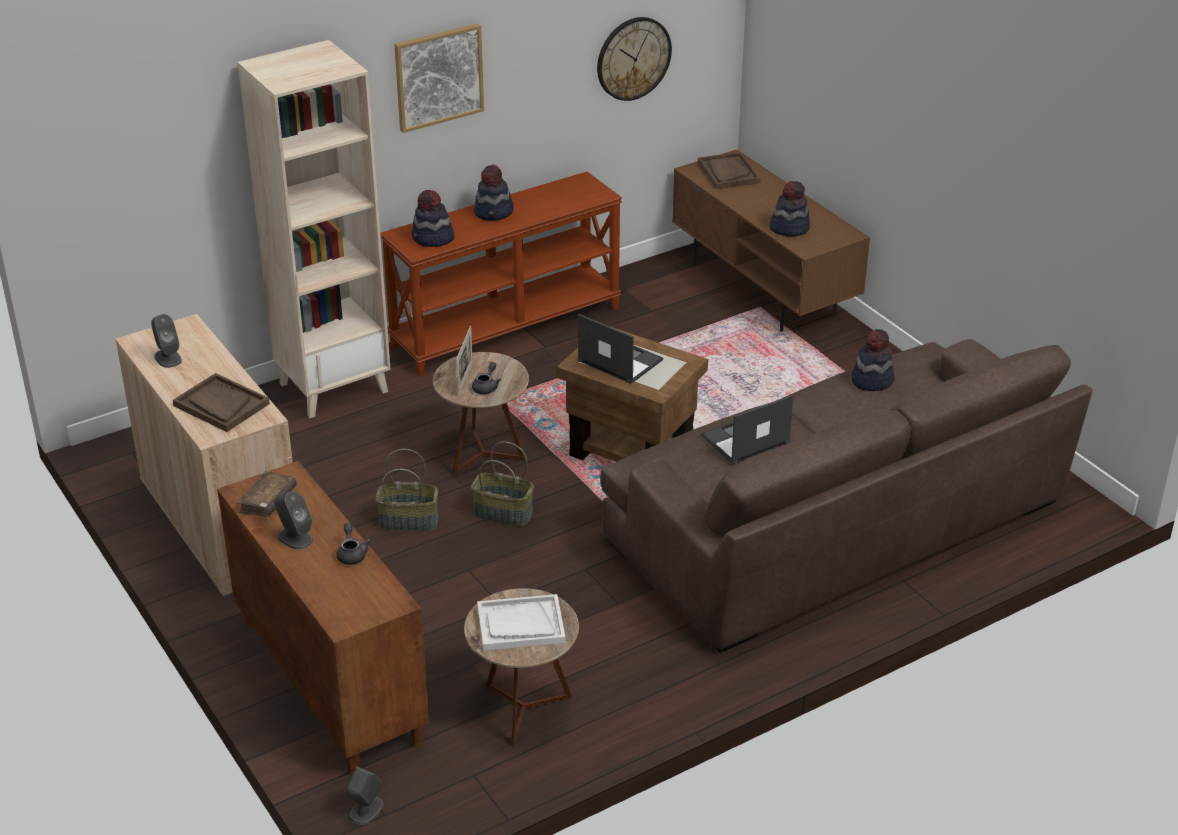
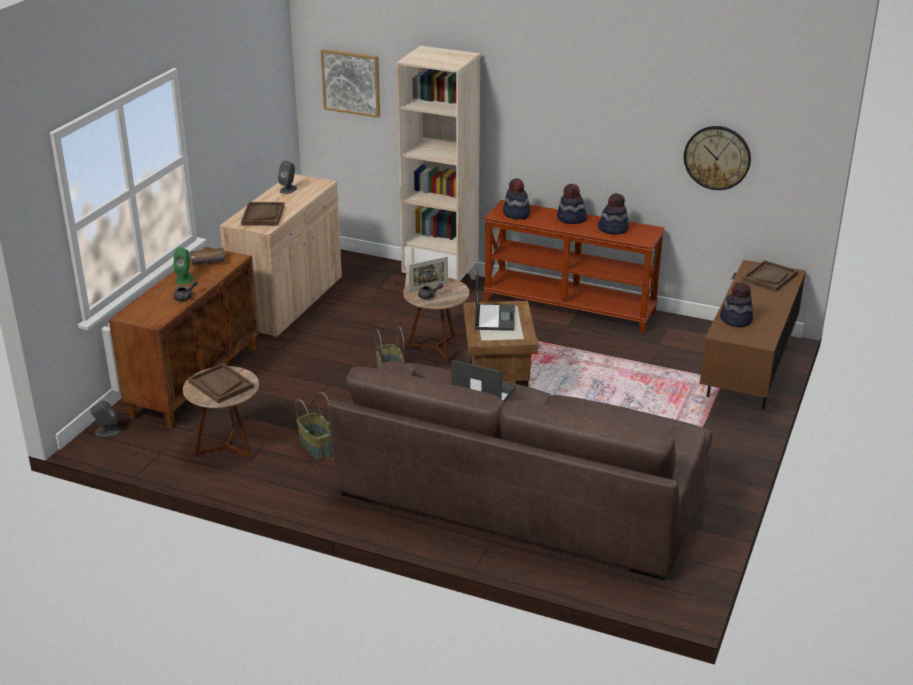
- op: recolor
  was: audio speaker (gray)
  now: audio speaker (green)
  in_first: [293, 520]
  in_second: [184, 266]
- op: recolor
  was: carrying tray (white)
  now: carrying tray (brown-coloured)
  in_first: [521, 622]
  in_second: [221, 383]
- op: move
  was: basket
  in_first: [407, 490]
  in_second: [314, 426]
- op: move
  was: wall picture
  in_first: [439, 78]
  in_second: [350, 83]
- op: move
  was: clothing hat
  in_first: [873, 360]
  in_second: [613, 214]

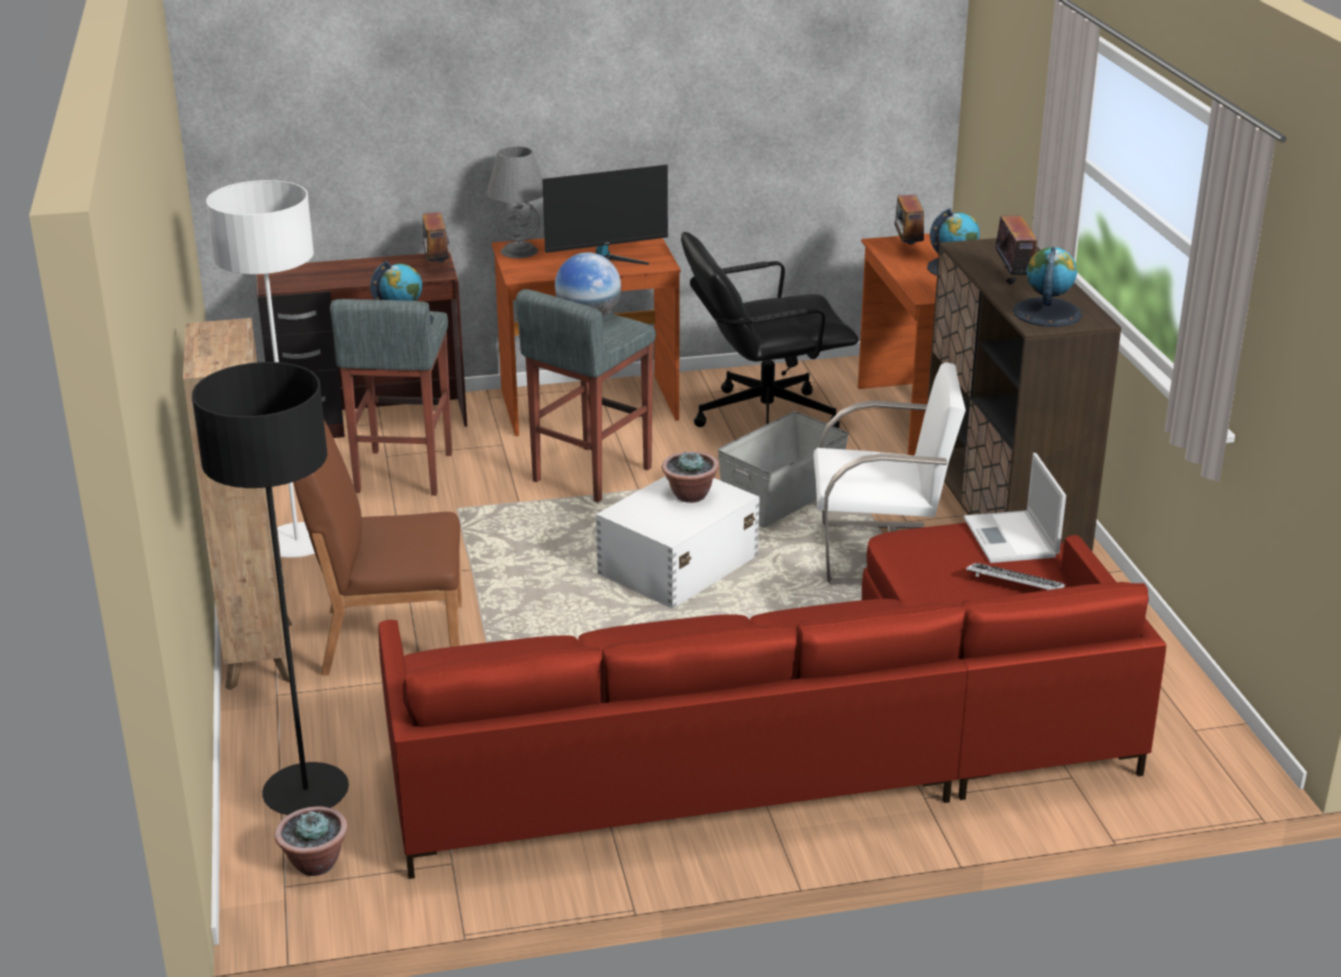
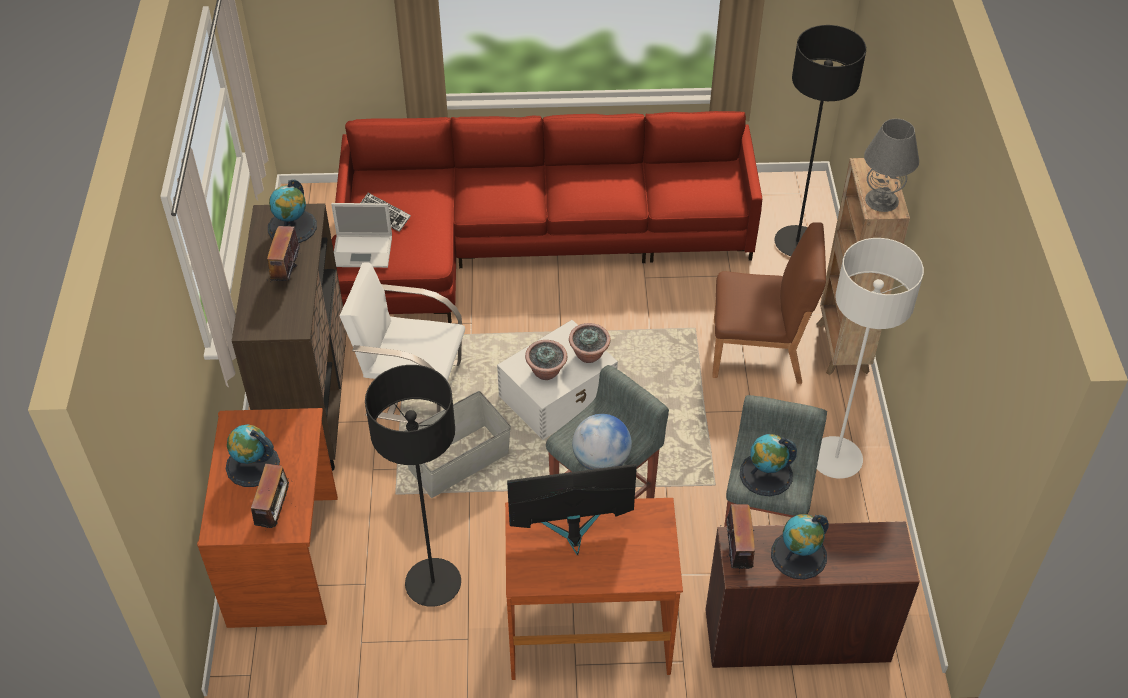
- op: rotate
  was: laptop
  in_first: [1014, 508]
  in_second: [361, 235]
  clockwise: 90
- op: replace
  was: desk chair (black)
  now: standing lamp (black)
  in_first: [769, 330]
  in_second: [413, 486]
- op: move
  was: plant in a pot
  in_first: [311, 841]
  in_second: [589, 343]
- op: insert
  now: world globe
  in_second: [800, 546]
- op: move
  was: tabletop lamp (gray)
  in_first: [515, 202]
  in_second: [891, 165]

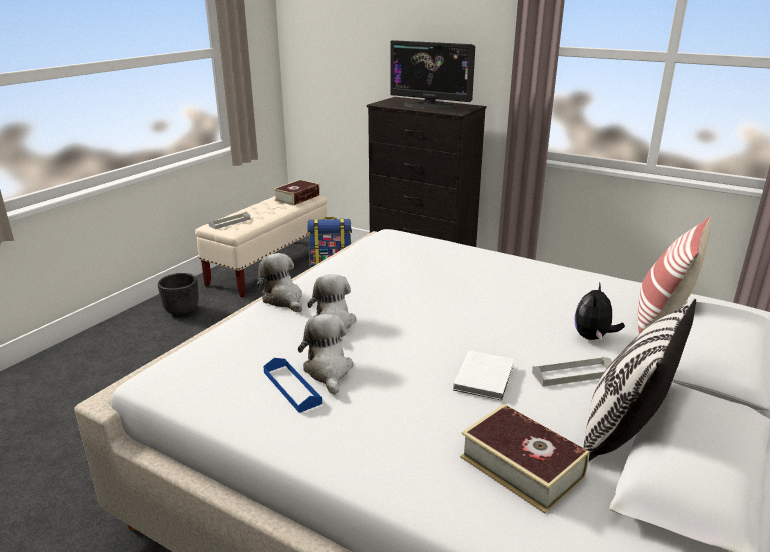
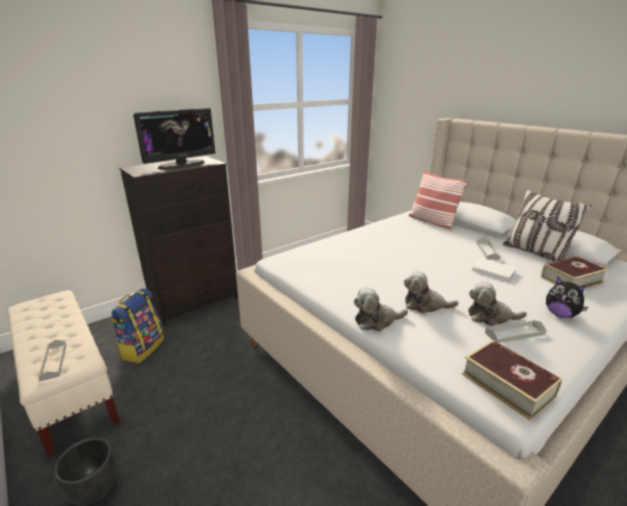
- op: move
  was: volume
  in_first: [296, 193]
  in_second: [512, 380]
- op: recolor
  was: carrying tray (blue)
  now: carrying tray (gray)
  in_first: [292, 385]
  in_second: [515, 331]
- op: move
  was: plush toy
  in_first: [600, 311]
  in_second: [567, 297]

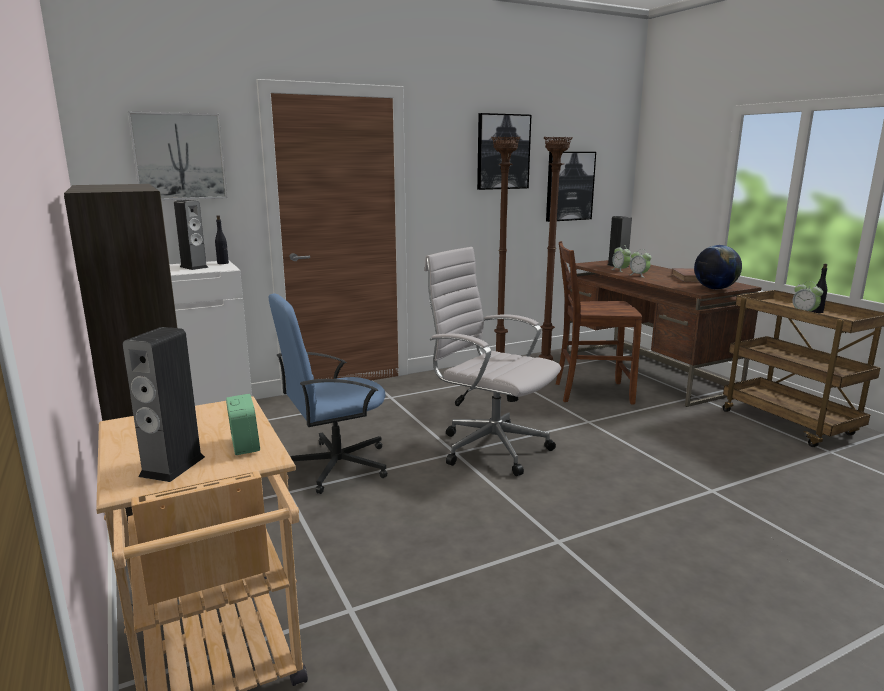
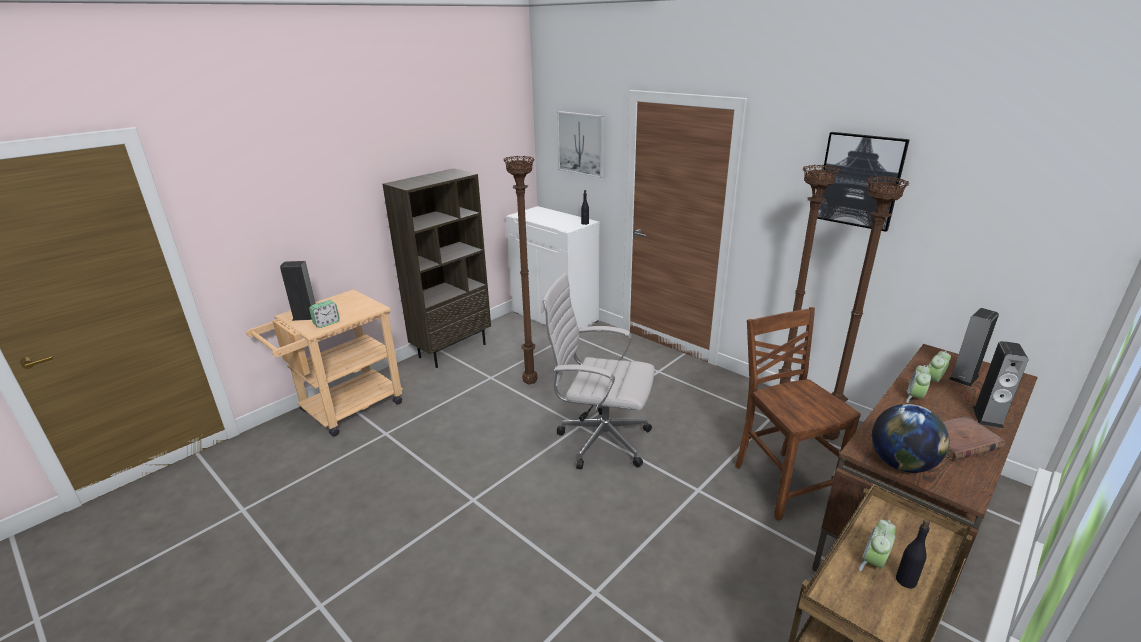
- op: replace
  was: desk chair (blue)
  now: standing lamp (brown-coloured)
  in_first: [328, 393]
  in_second: [520, 270]
- op: rotate
  was: desk chair (white)
  in_first: [492, 361]
  in_second: [598, 371]
  clockwise: -90
- op: move
  was: audio speaker
  in_first: [191, 235]
  in_second: [1001, 385]
- op: delete
  was: wall picture
  in_first: [571, 187]

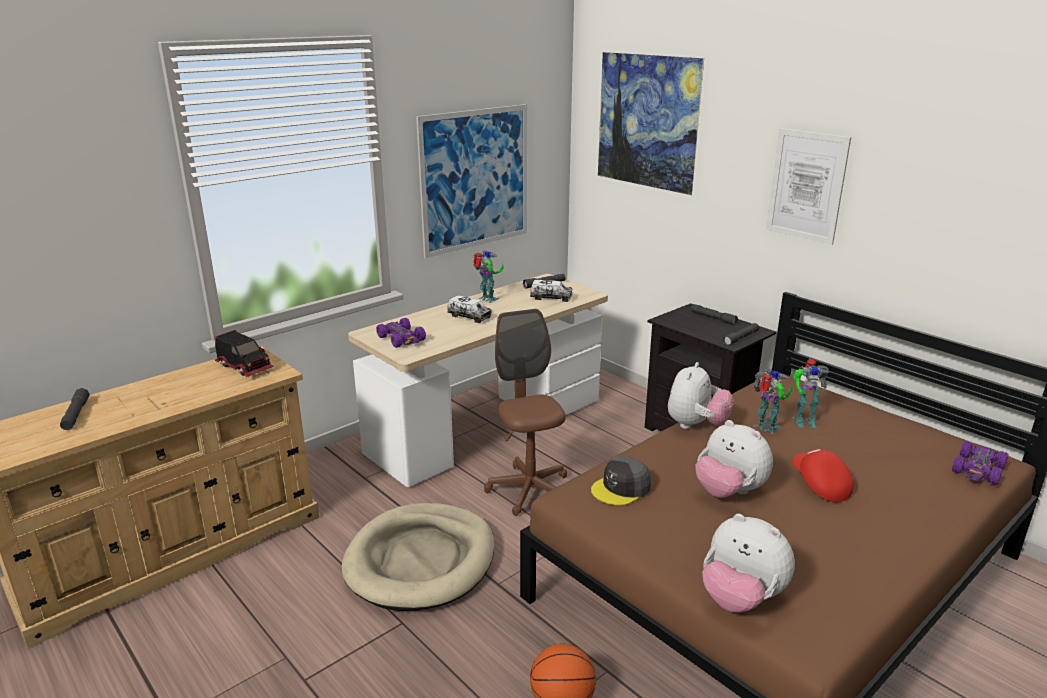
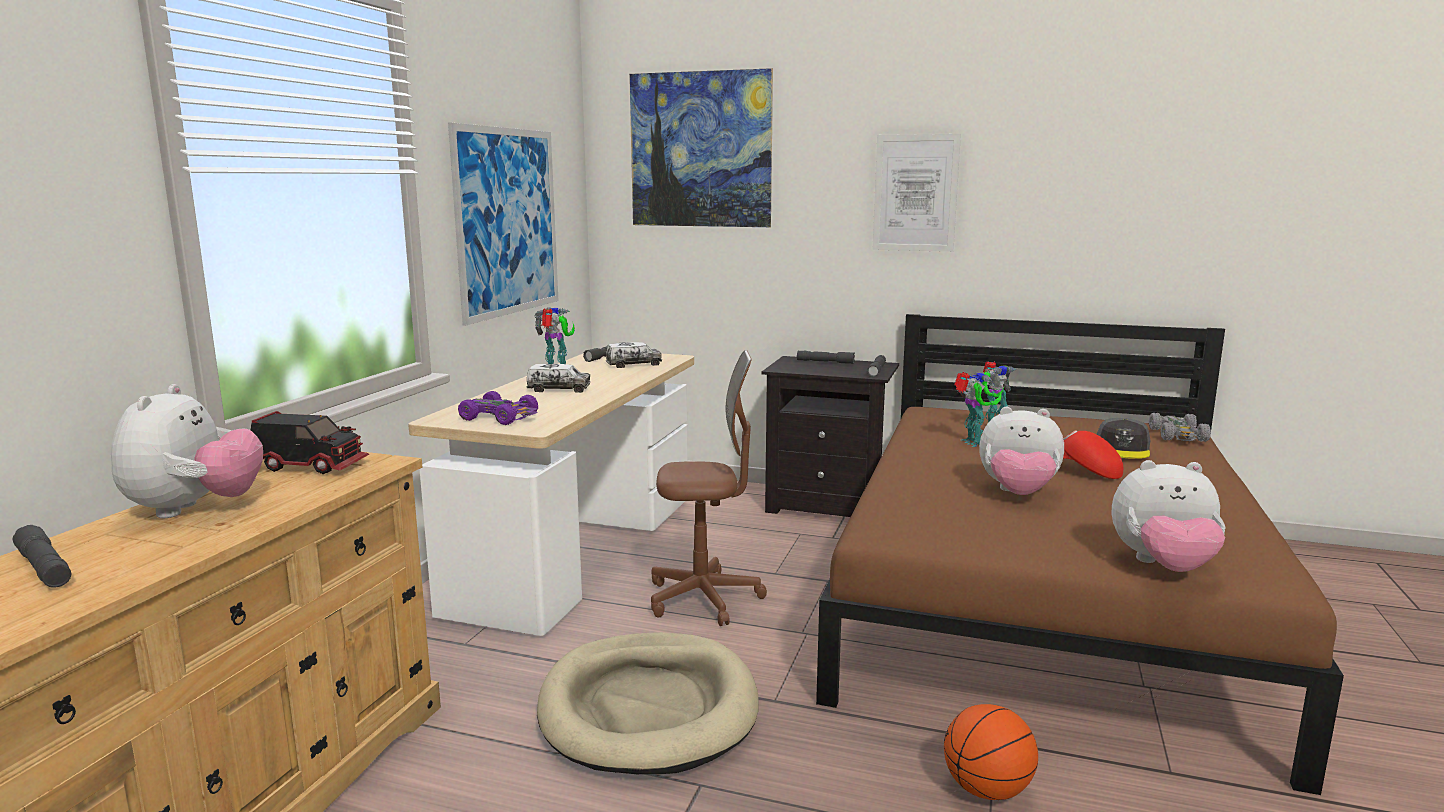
- op: move
  was: plush toy
  in_first: [701, 395]
  in_second: [187, 451]
- op: rotate
  was: desk chair (brown-coloured)
  in_first: [525, 412]
  in_second: [709, 488]
  clockwise: 135
- op: rotate
  was: model robot
  in_first: [773, 401]
  in_second: [978, 409]
  clockwise: 60
- op: move
  was: cap (gray)
  in_first: [621, 480]
  in_second: [1123, 438]
- op: recolor
  was: miniature car (purple)
  now: miniature car (gray)
  in_first: [980, 463]
  in_second: [1180, 427]

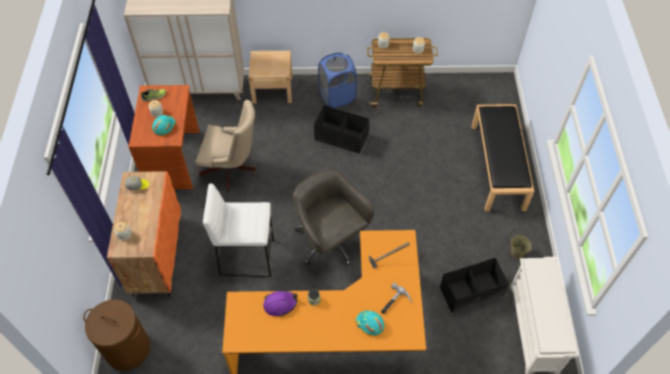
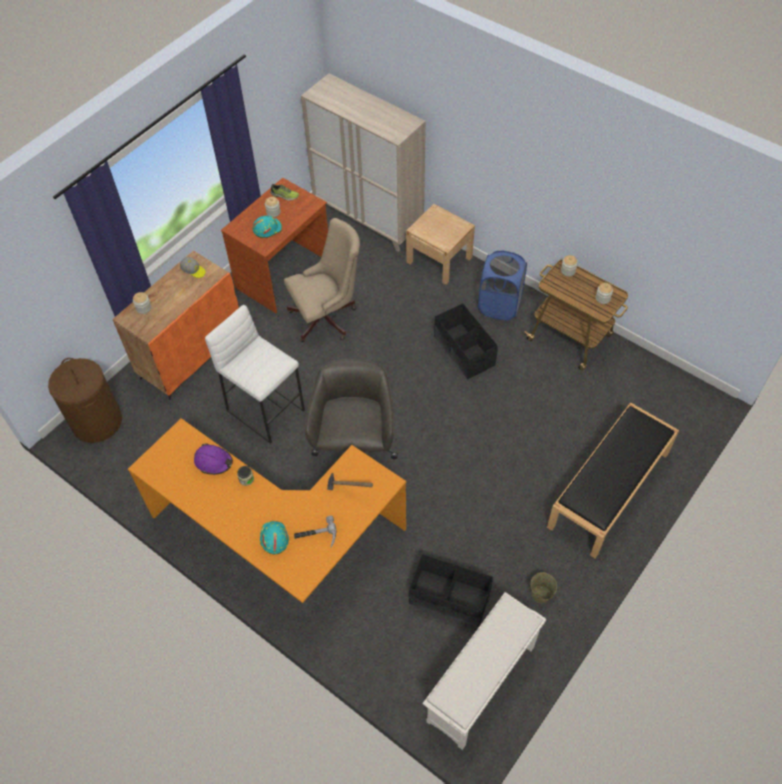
- op: rotate
  was: desk chair (sand-coloured)
  in_first: [225, 146]
  in_second: [322, 280]
  clockwise: -75

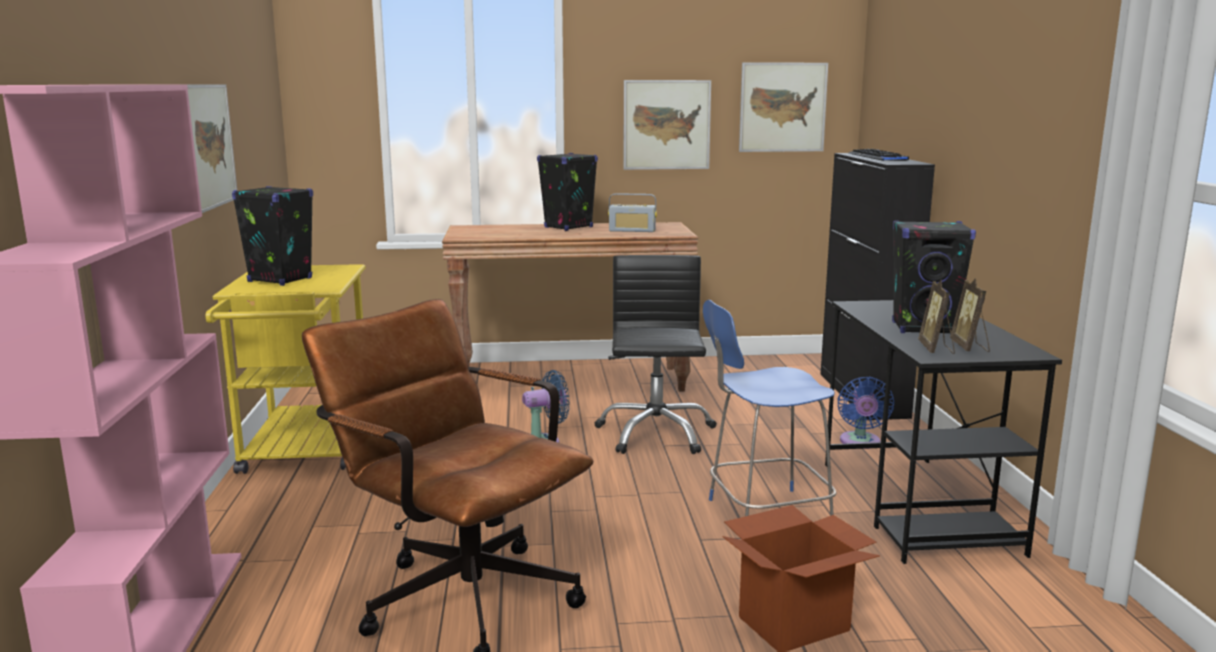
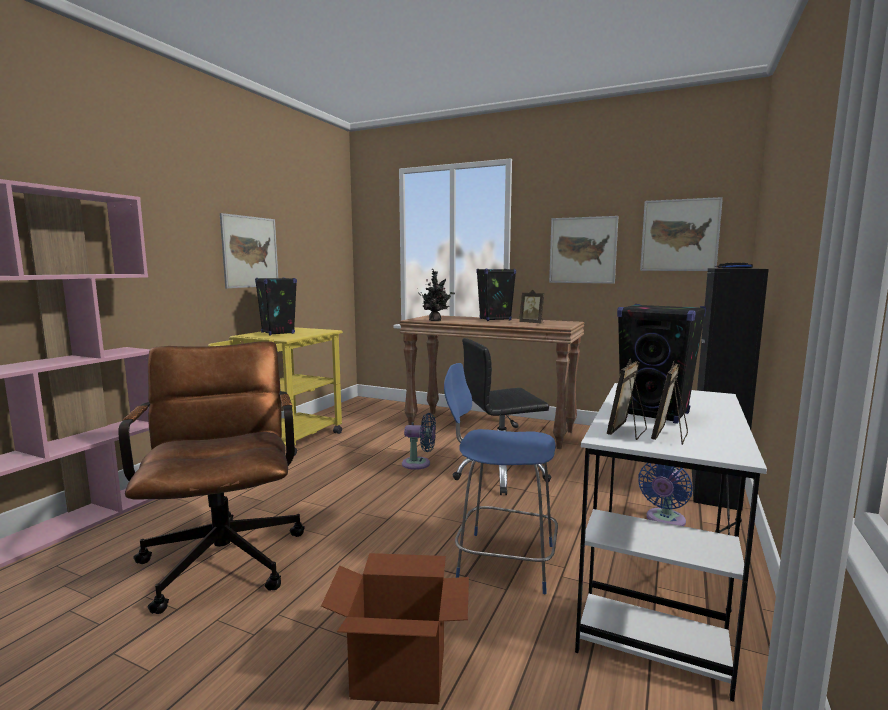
- op: insert
  now: plant in a pot
  in_second: [436, 295]
- op: rotate
  was: desk chair (black)
  in_first: [655, 354]
  in_second: [502, 416]
  clockwise: -135
- op: replace
  was: radio receiver
  now: standing frame
  in_first: [632, 212]
  in_second: [531, 307]
- op: recolor
  was: desk table (black)
  now: desk table (white)
  in_first: [943, 432]
  in_second: [671, 542]

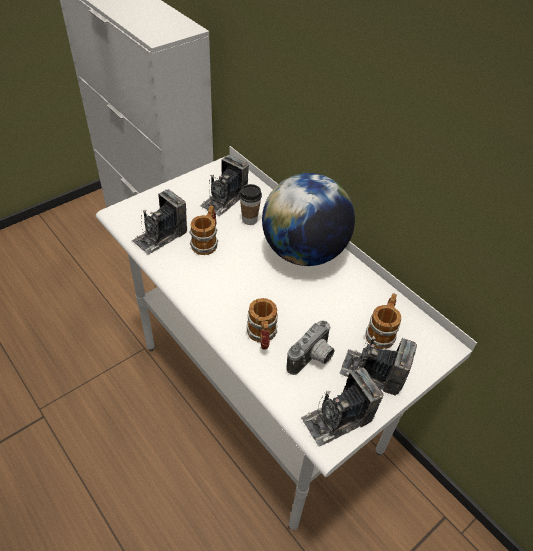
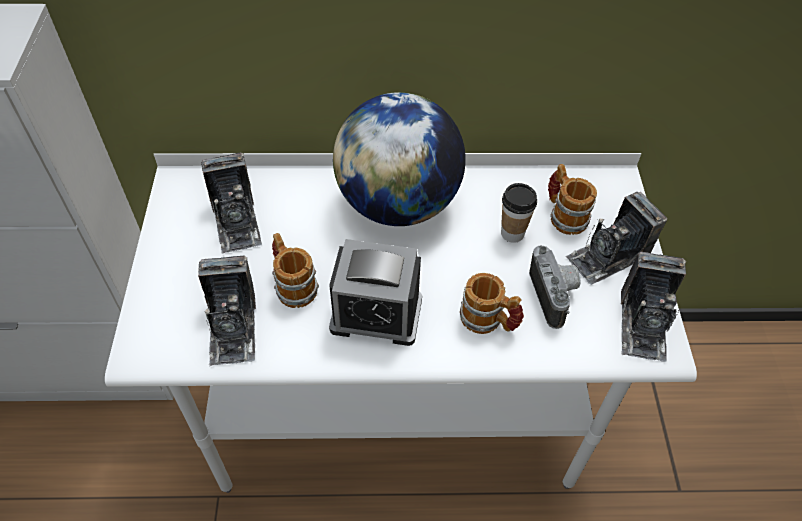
- op: insert
  now: table clock
  in_second: [375, 292]
- op: move
  was: small cup
  in_first: [250, 204]
  in_second: [519, 213]

